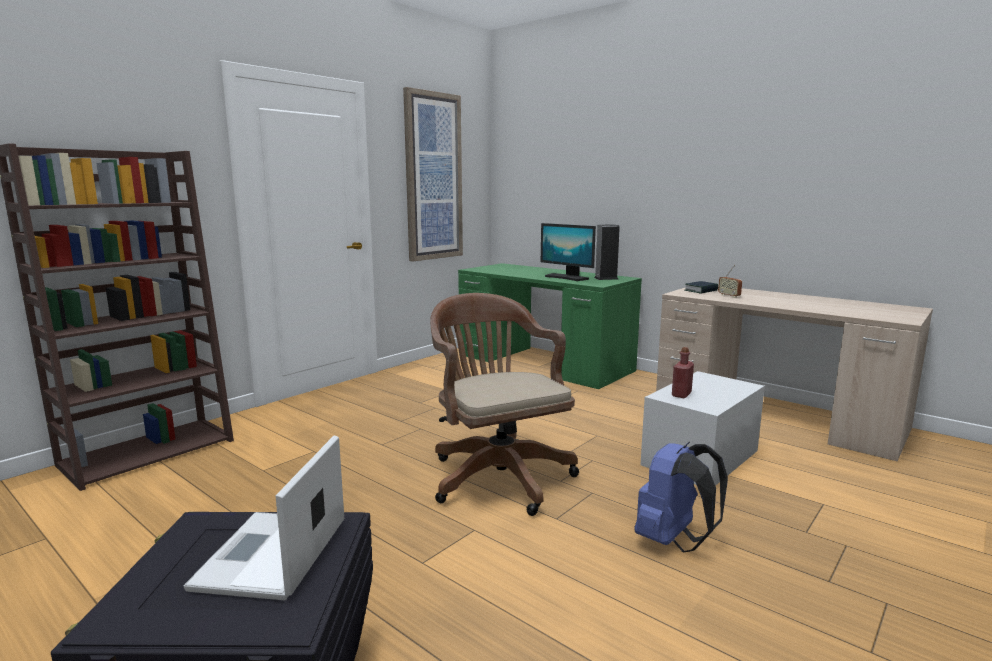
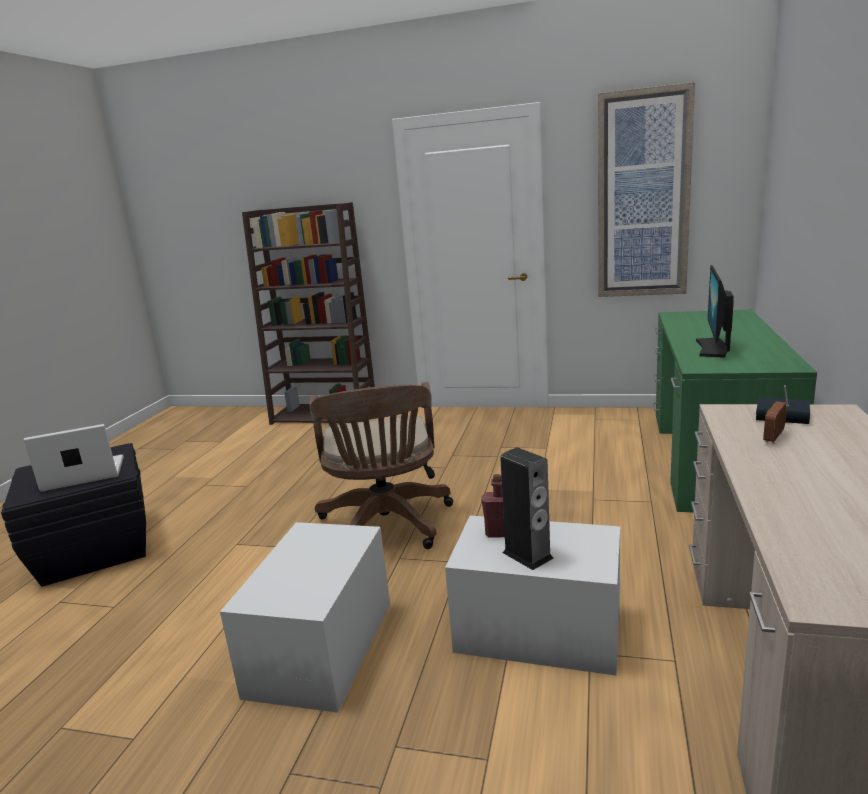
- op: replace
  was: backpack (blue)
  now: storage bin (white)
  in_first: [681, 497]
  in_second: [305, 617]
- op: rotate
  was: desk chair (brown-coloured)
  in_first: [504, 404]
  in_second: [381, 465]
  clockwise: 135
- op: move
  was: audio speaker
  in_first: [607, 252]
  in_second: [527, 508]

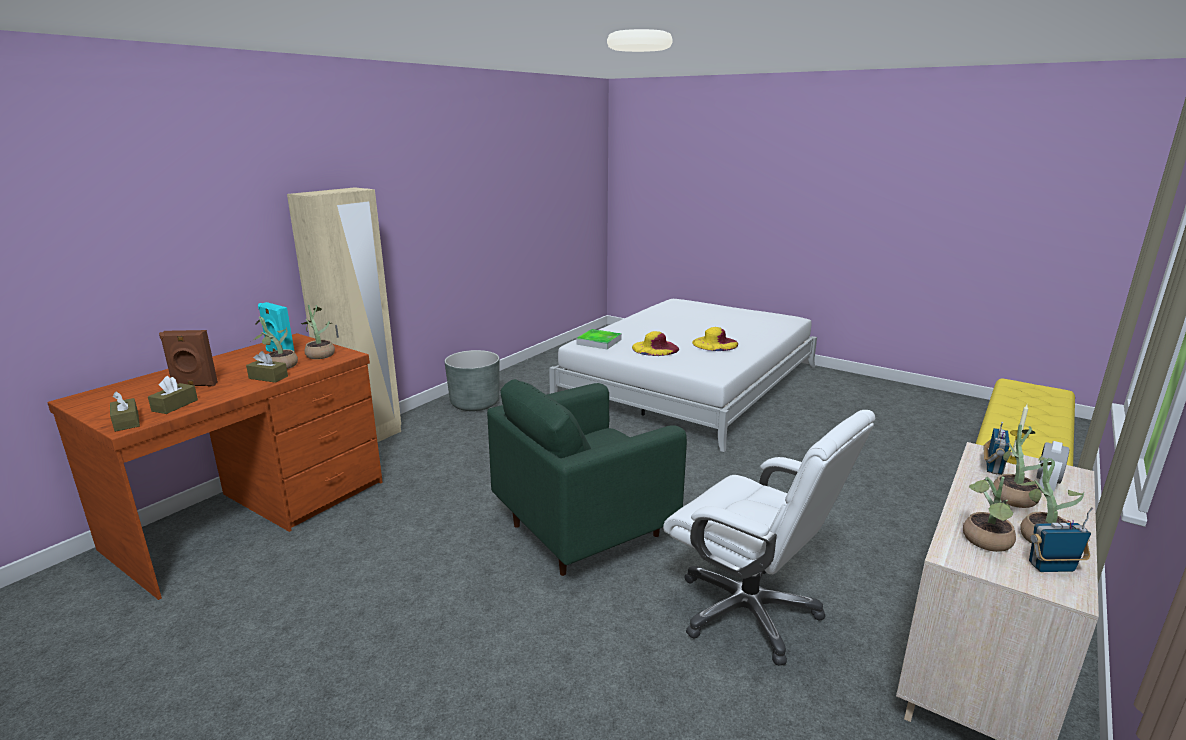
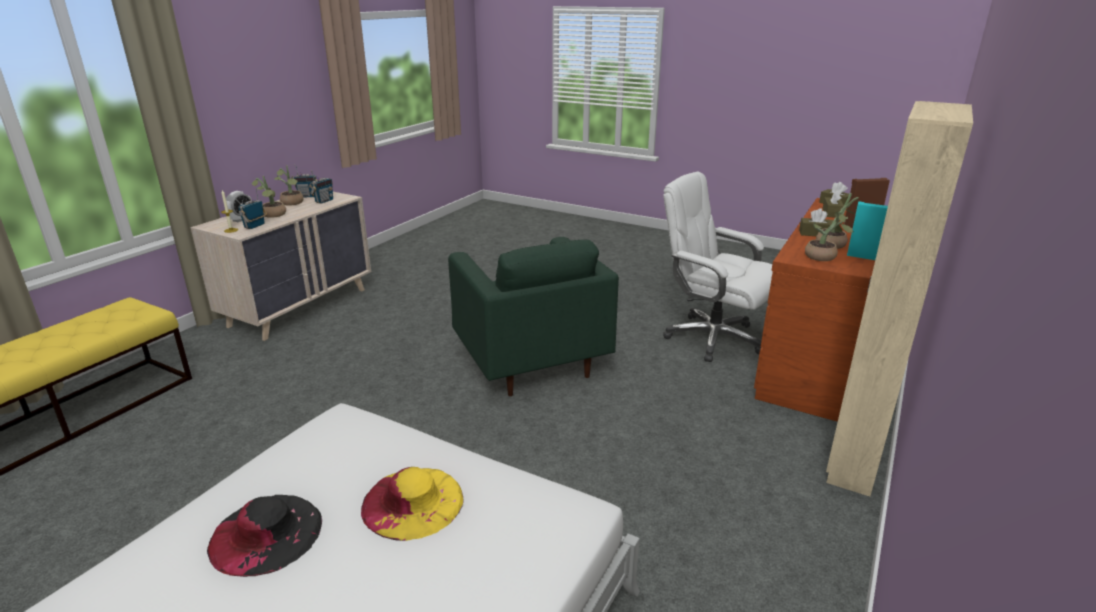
- op: recolor
  was: clothing hat (yellow)
  now: clothing hat (black)
  in_first: [715, 339]
  in_second: [264, 536]
- op: replace
  was: plant in a pot
  now: radio receiver
  in_first: [989, 514]
  in_second: [321, 187]
- op: rotate
  was: easy chair (green)
  in_first: [587, 477]
  in_second: [533, 316]
  clockwise: 105
- op: move
  was: desk chair (white)
  in_first: [769, 538]
  in_second: [718, 267]
- op: delete
  was: planter (gray)
  in_first: [472, 380]
- op: delete
  was: carrying tray
  in_first: [599, 339]

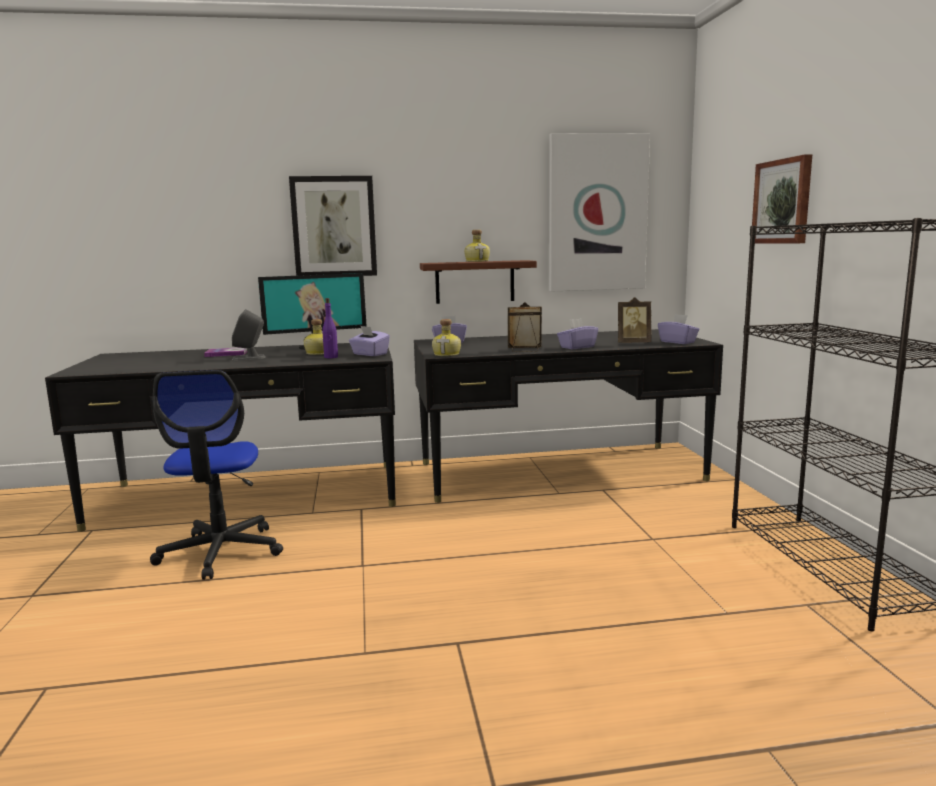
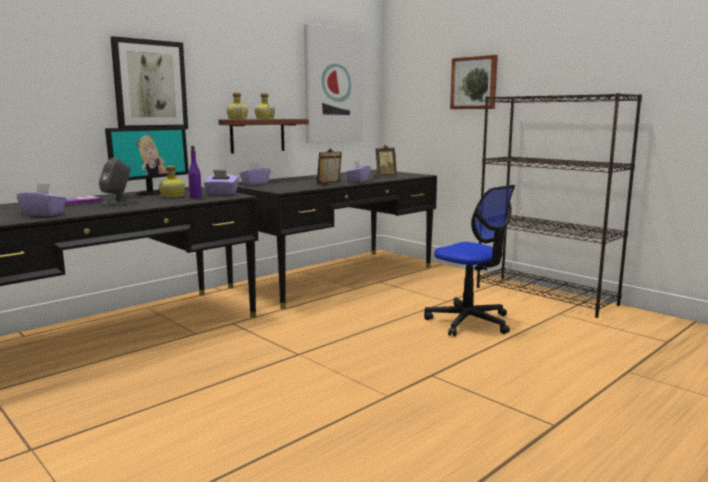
- op: move
  was: tissue box (purple)
  in_first: [678, 329]
  in_second: [41, 199]
- op: move
  was: drink bottle
  in_first: [446, 337]
  in_second: [237, 106]
- op: move
  was: desk chair
  in_first: [216, 475]
  in_second: [469, 260]

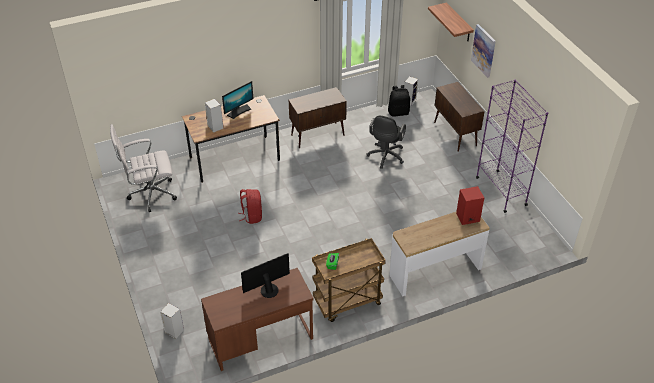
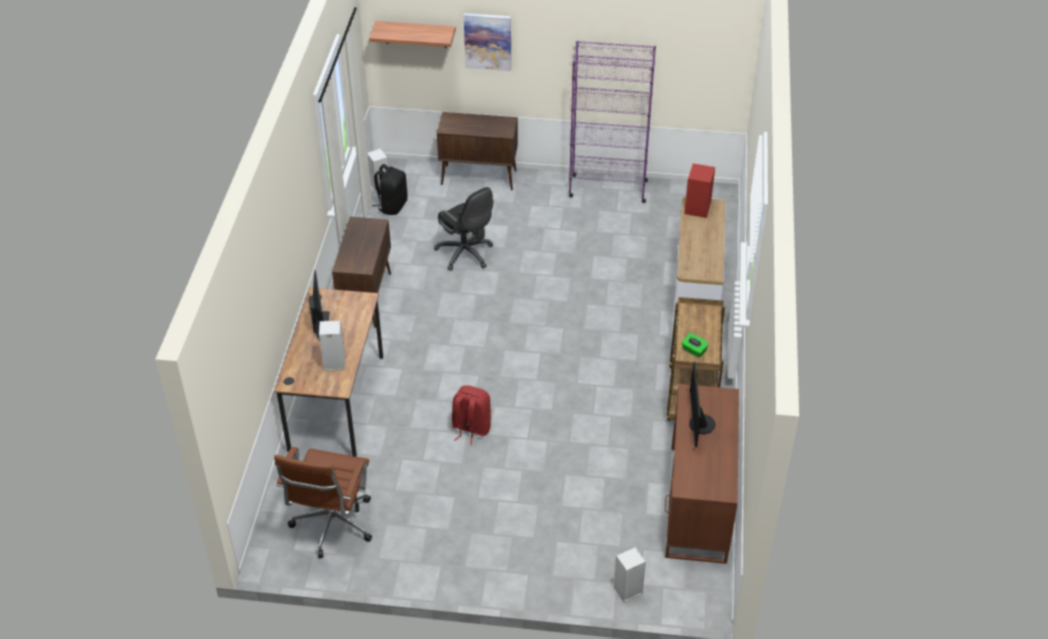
- op: recolor
  was: desk chair (white)
  now: desk chair (brown-coloured)
  in_first: [143, 168]
  in_second: [323, 502]

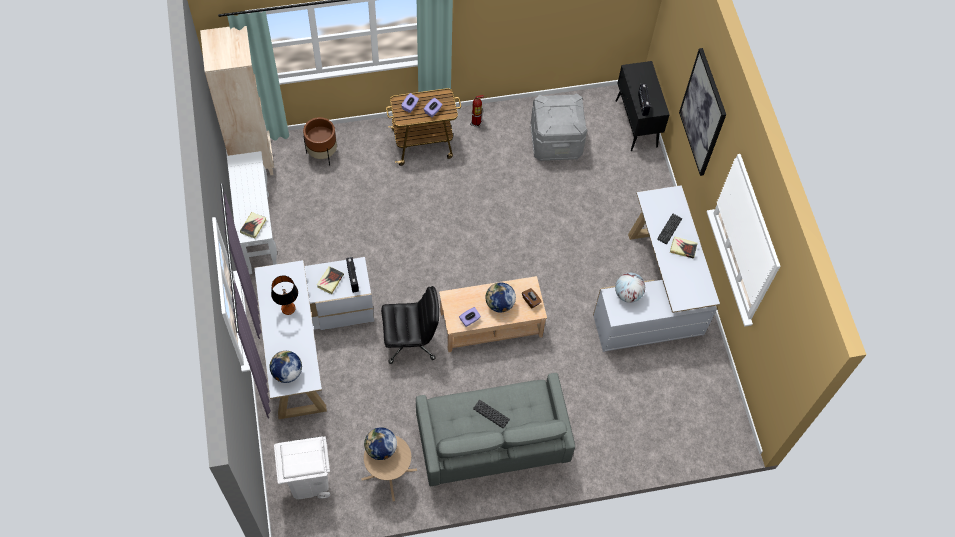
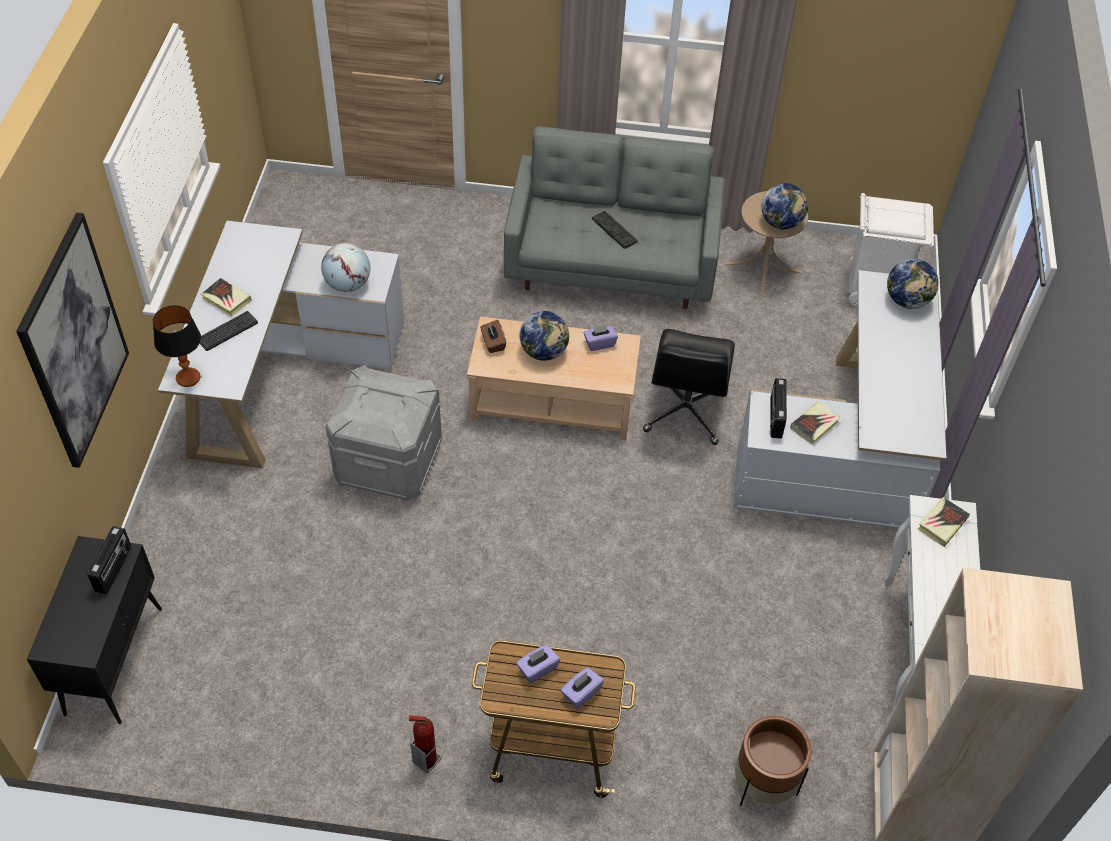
- op: move
  was: tabletop lamp
  in_first: [284, 295]
  in_second: [177, 346]
- op: move
  was: storage bin (gray)
  in_first: [558, 127]
  in_second: [384, 433]
- op: rotate
  was: desk chair (black)
  in_first: [410, 325]
  in_second: [689, 387]
  clockwise: -90

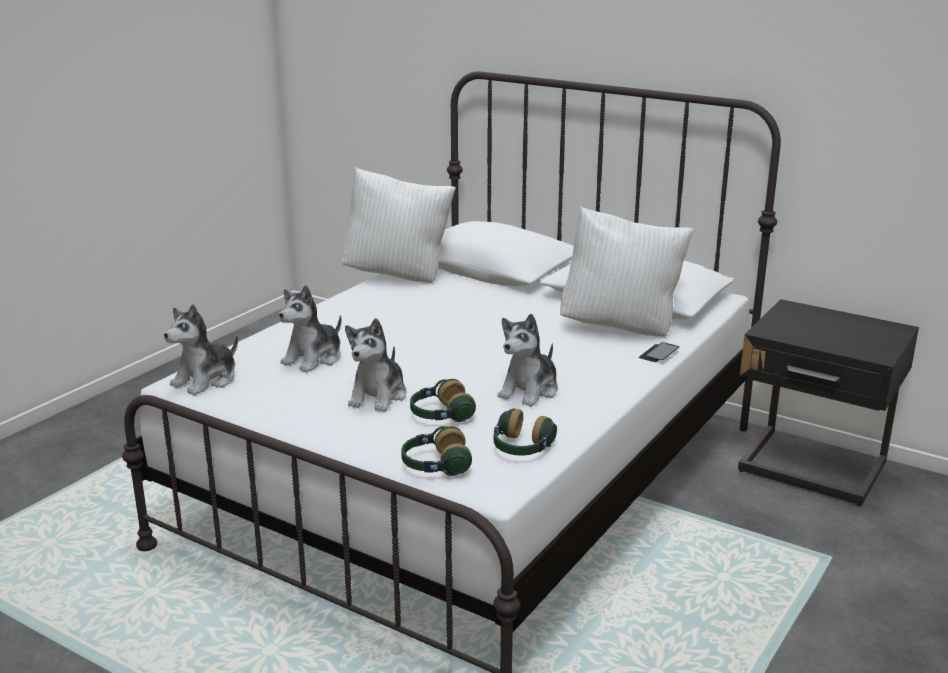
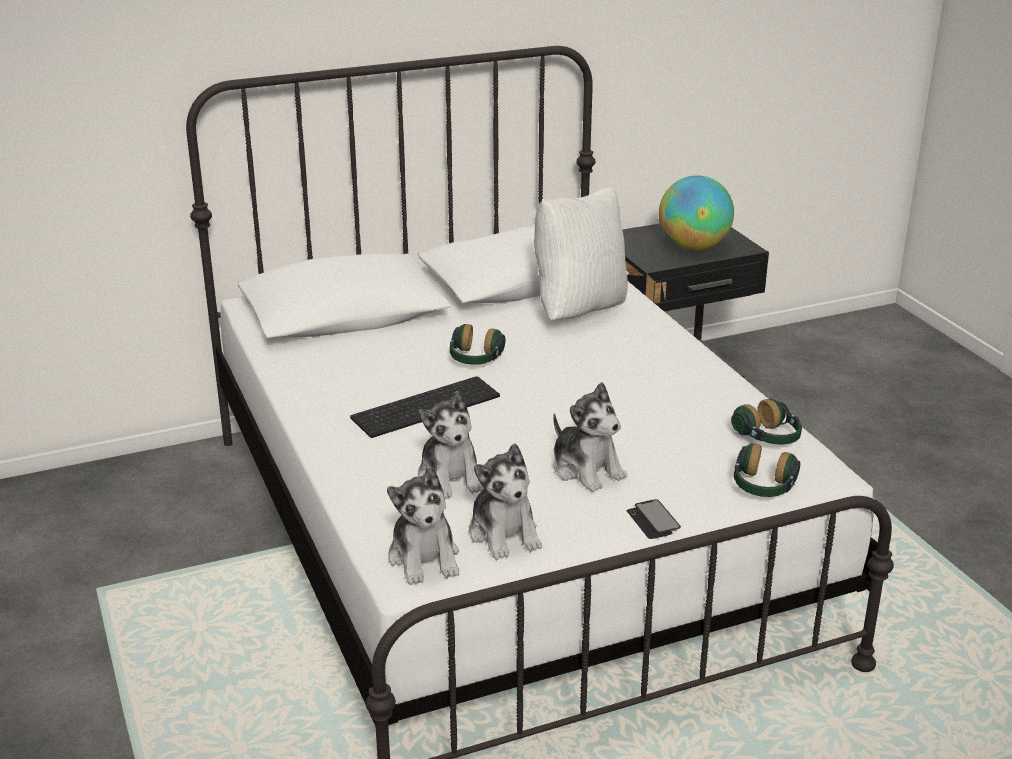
- op: insert
  now: computer keyboard
  in_second: [425, 407]
- op: move
  was: headphones
  in_first: [443, 400]
  in_second: [477, 344]
- op: move
  was: plush toy
  in_first: [528, 360]
  in_second: [505, 501]
- op: move
  was: telephone
  in_first: [659, 352]
  in_second: [654, 519]
- op: insert
  now: world globe
  in_second: [696, 213]
- op: delete
  was: throw pillow (white)
  in_first: [398, 225]

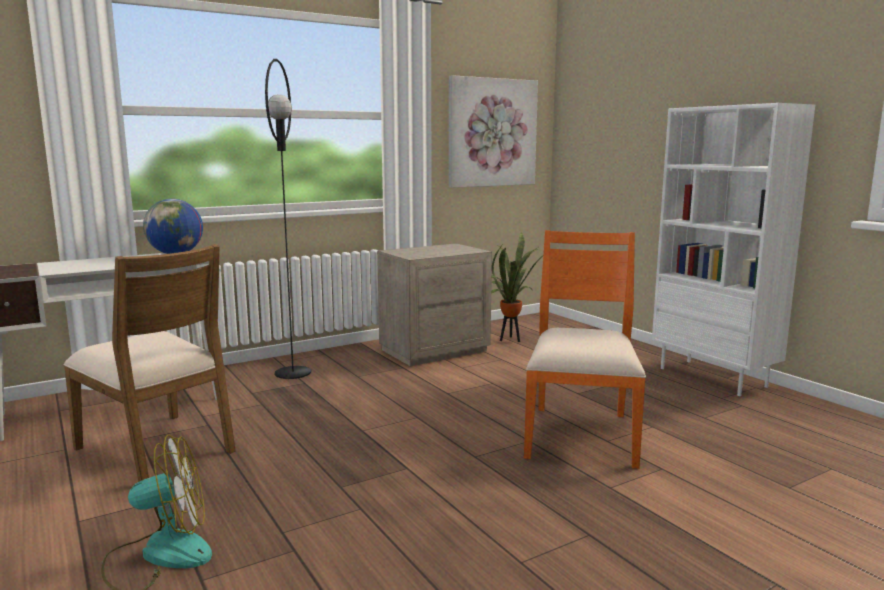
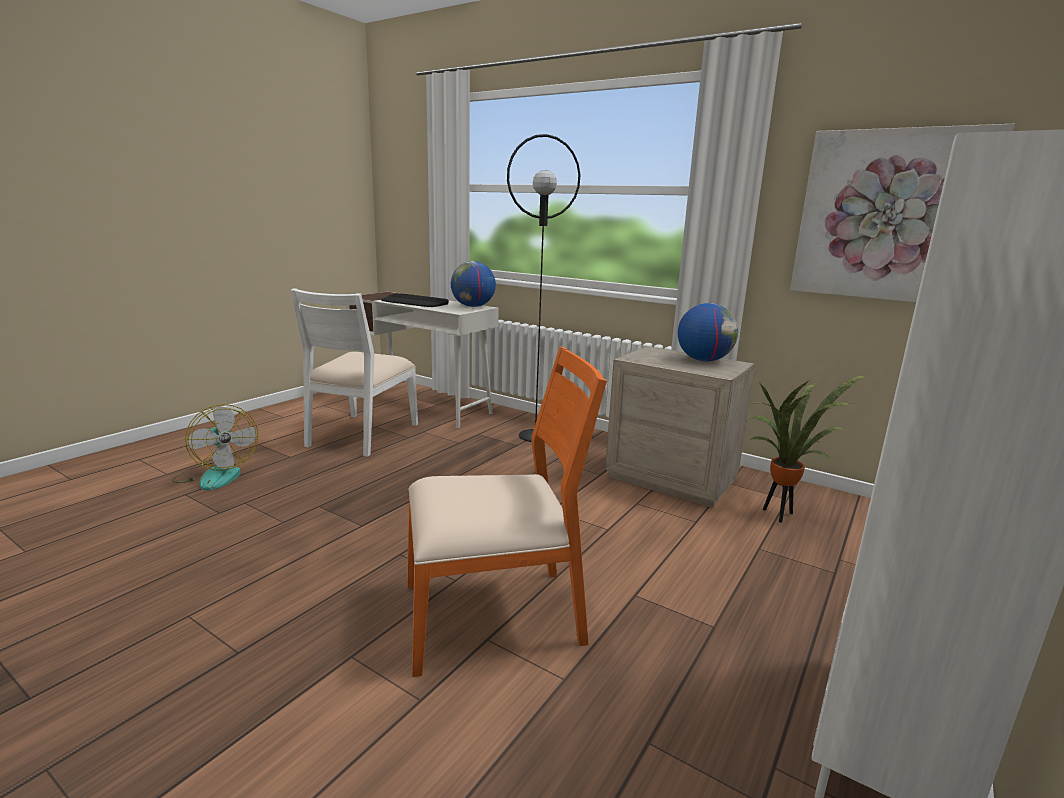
- op: recolor
  was: plain chair (brown-coloured)
  now: plain chair (white)
  in_first: [149, 363]
  in_second: [354, 372]
- op: insert
  now: computer keyboard
  in_second: [415, 300]
- op: insert
  now: world globe
  in_second: [708, 332]

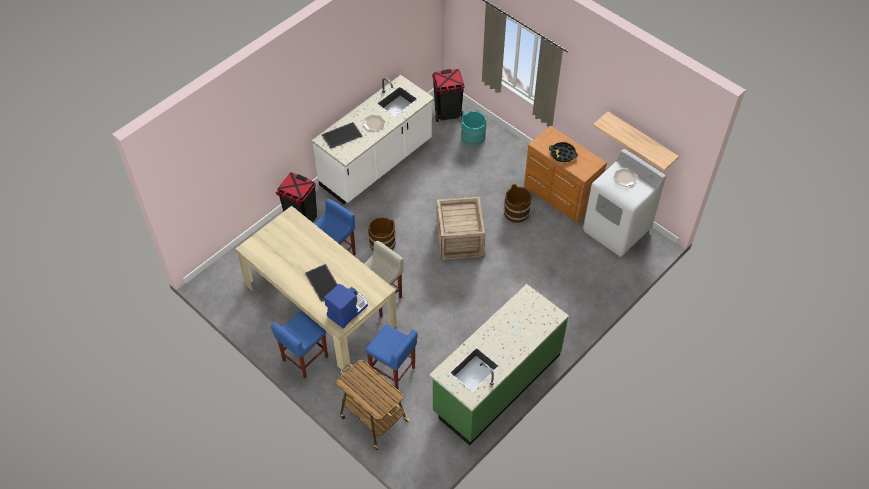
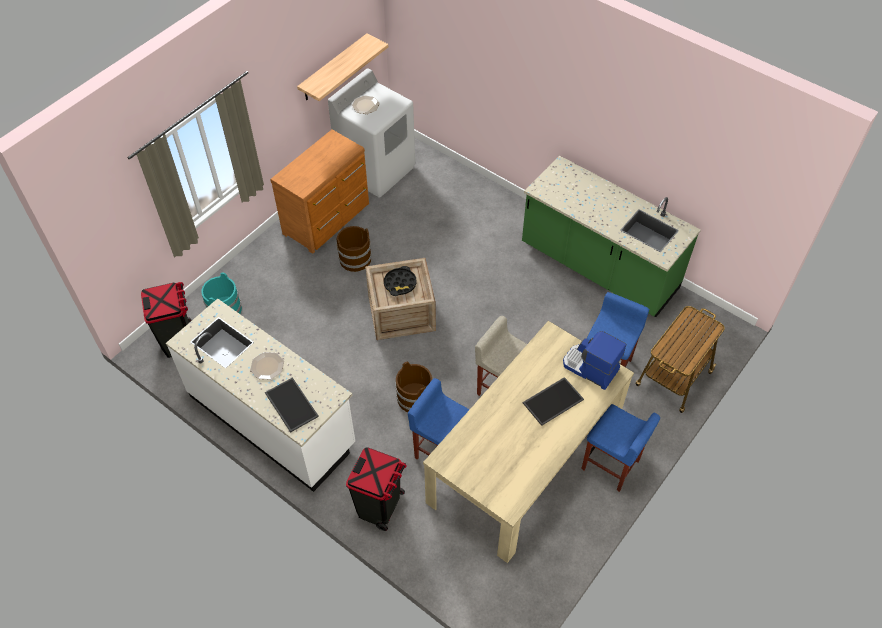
- op: move
  was: carrying tray (black)
  in_first: [563, 152]
  in_second: [400, 281]

